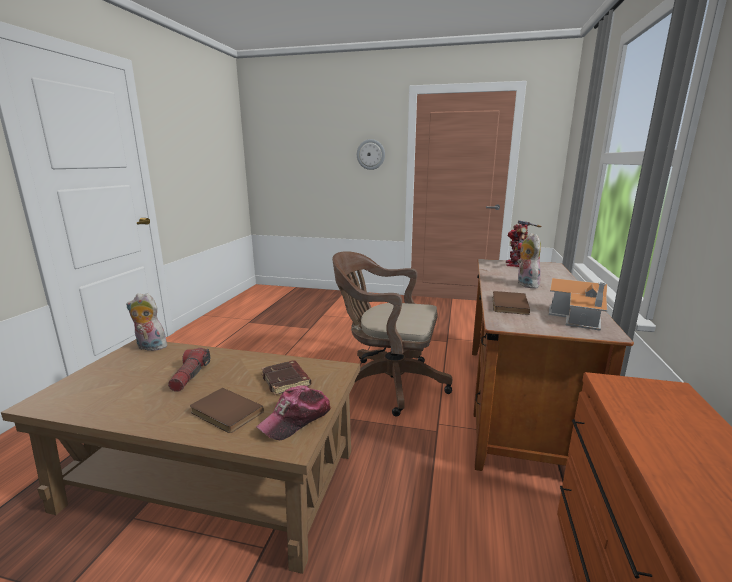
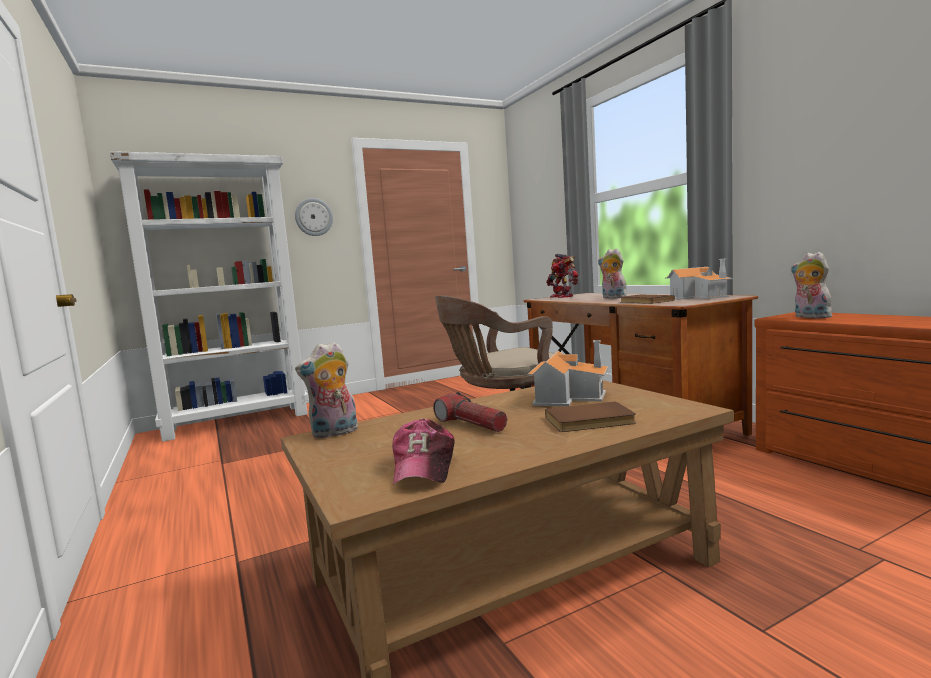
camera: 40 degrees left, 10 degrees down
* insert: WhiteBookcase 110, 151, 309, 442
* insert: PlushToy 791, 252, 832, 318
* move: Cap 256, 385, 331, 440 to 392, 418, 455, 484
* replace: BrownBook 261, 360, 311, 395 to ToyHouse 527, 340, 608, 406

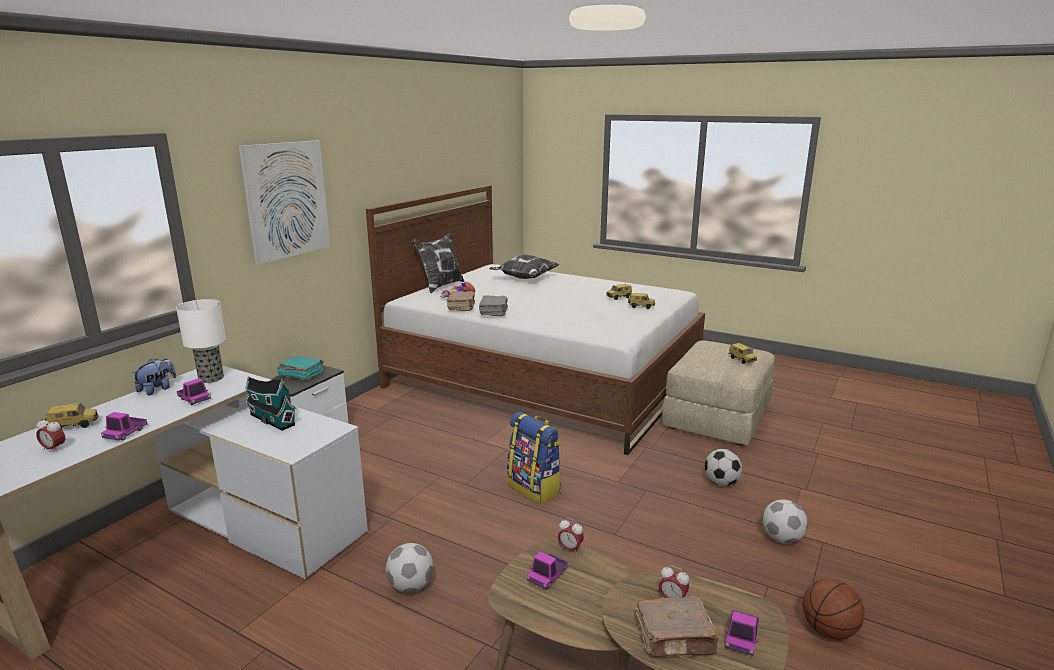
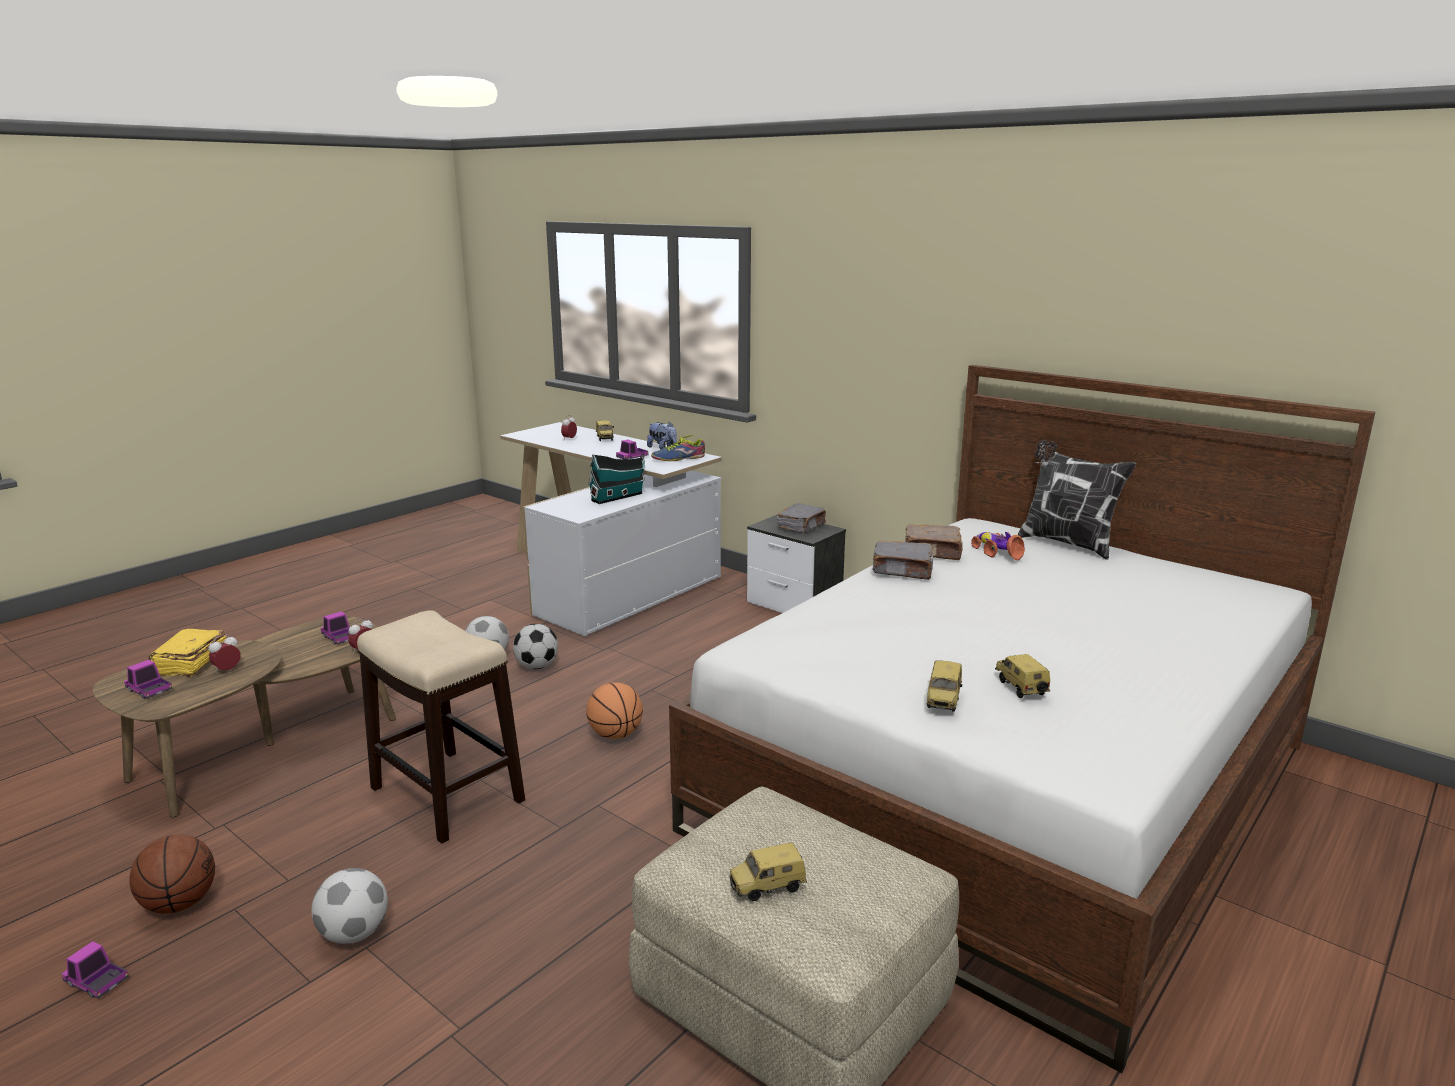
camera: 100 degrees right, 0 degrees up
* delete: Picture 239, 140, 331, 265
* delete: Pillow 489, 254, 559, 279
* insert: Stool 357, 610, 525, 844
* move: ToyTruck 101, 412, 147, 440 to 61, 941, 129, 999
* move: Football 705, 449, 742, 486 to 513, 624, 558, 669
* replace: TableLamp 176, 299, 226, 383 to Shoe 651, 435, 705, 461
* replace: Backpack 507, 412, 561, 504 to Basketball 586, 682, 643, 739
* recolor: TurquoiseBook 277, 356, 324, 380 to GreyBook 777, 503, 826, 533
* recolor: BrownBook 636, 596, 719, 656 to YellowBook 149, 629, 226, 677

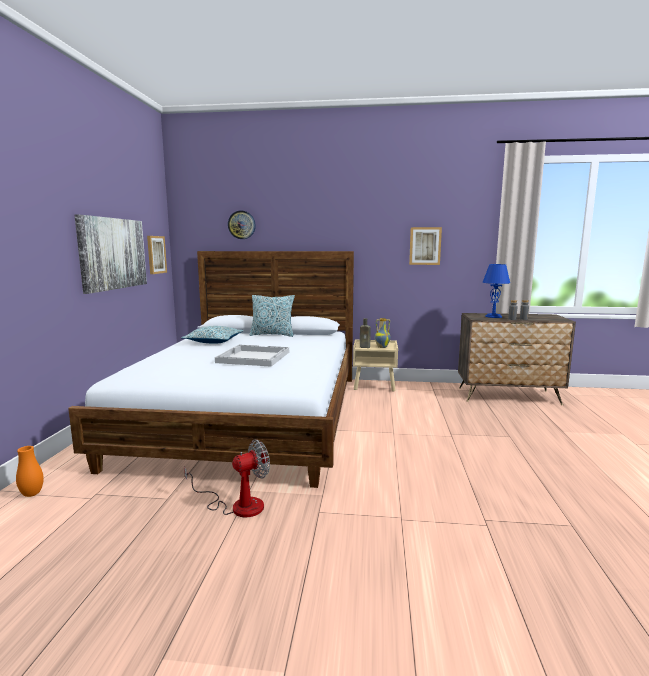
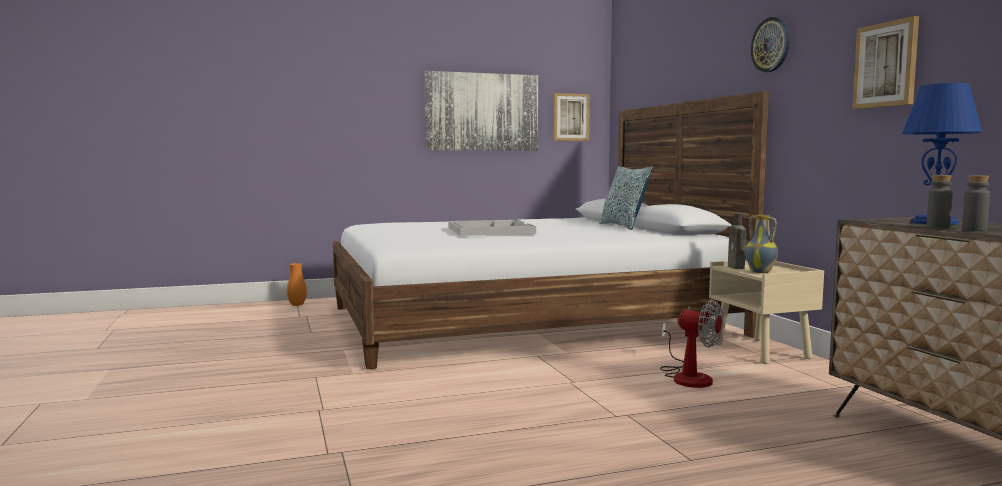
camera: 65 degrees right, 5 degrees down
* delete: Pillow 182, 326, 244, 344
* move: Fan 184, 439, 270, 517 to 660, 299, 723, 388
* move: WallClock 228, 210, 256, 239 to 751, 17, 790, 72

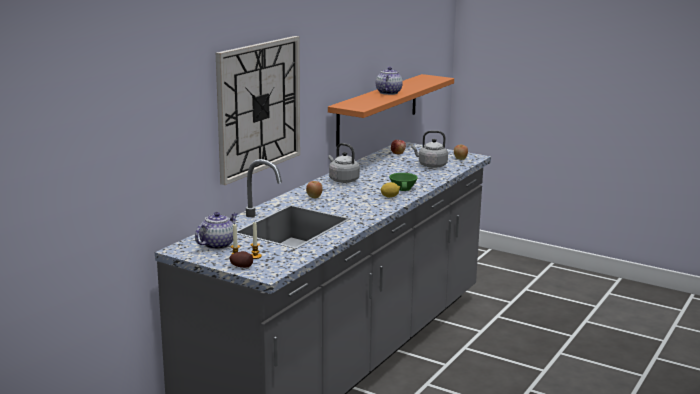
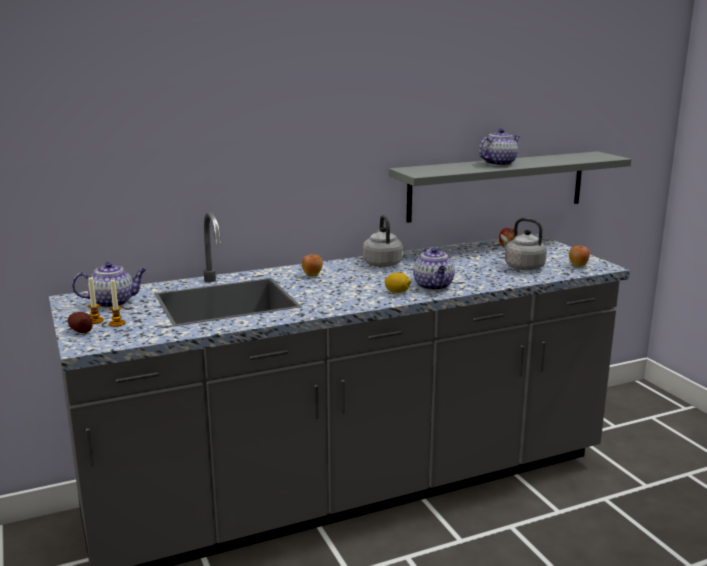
camera: 35 degrees right, 0 degrees up
* delete: WallClock 216, 36, 300, 185
* replace: GreenCup 389, 173, 418, 191 to Teapot 413, 247, 455, 290
* recolor: OrangeShelf 328, 74, 454, 146 to GreyShelf 389, 151, 632, 223

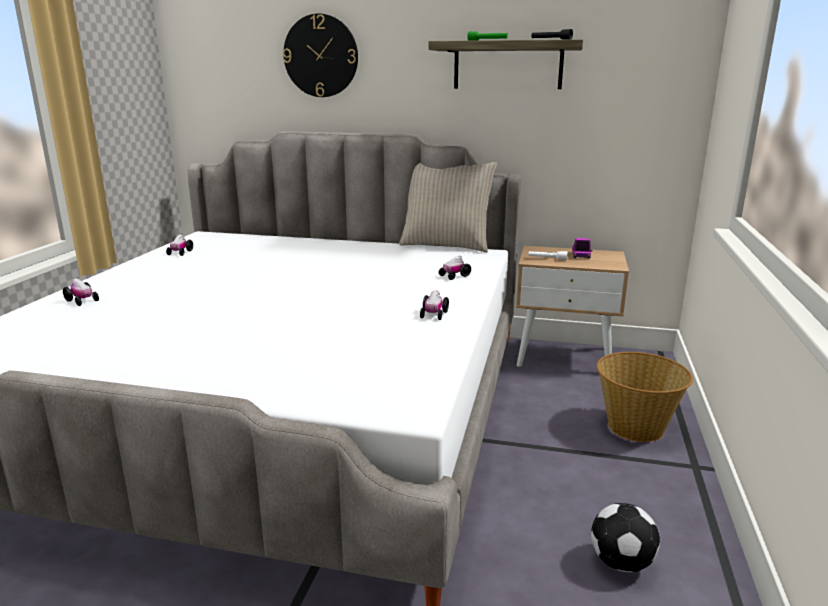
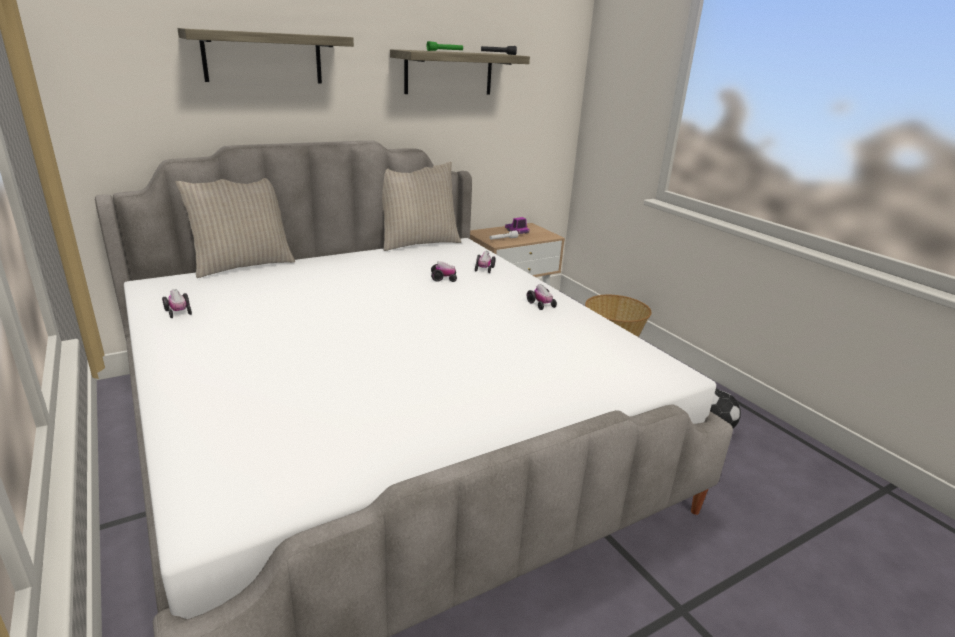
camera: 45 degrees left, 5 degrees up
* insert: BeigePillow 176, 178, 295, 278
* move: ToyCar 63, 278, 99, 306 to 431, 261, 457, 282
* replace: WallClock 283, 14, 358, 97 to Shelf 177, 28, 354, 83

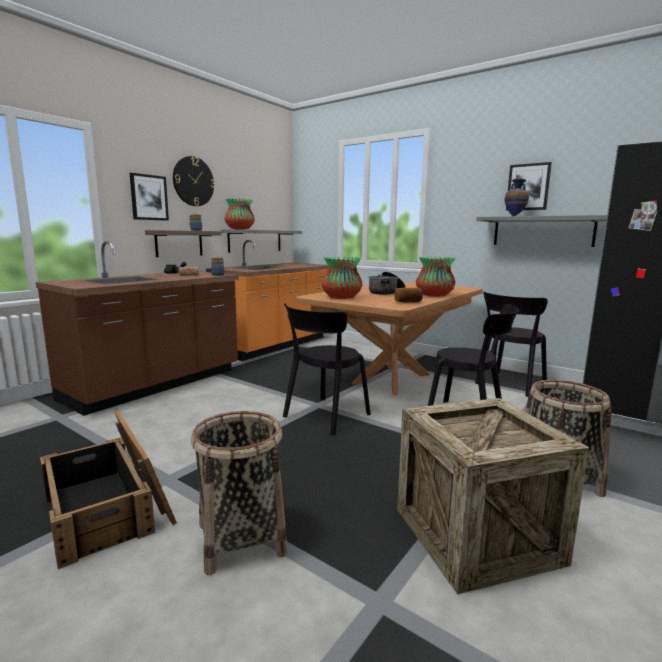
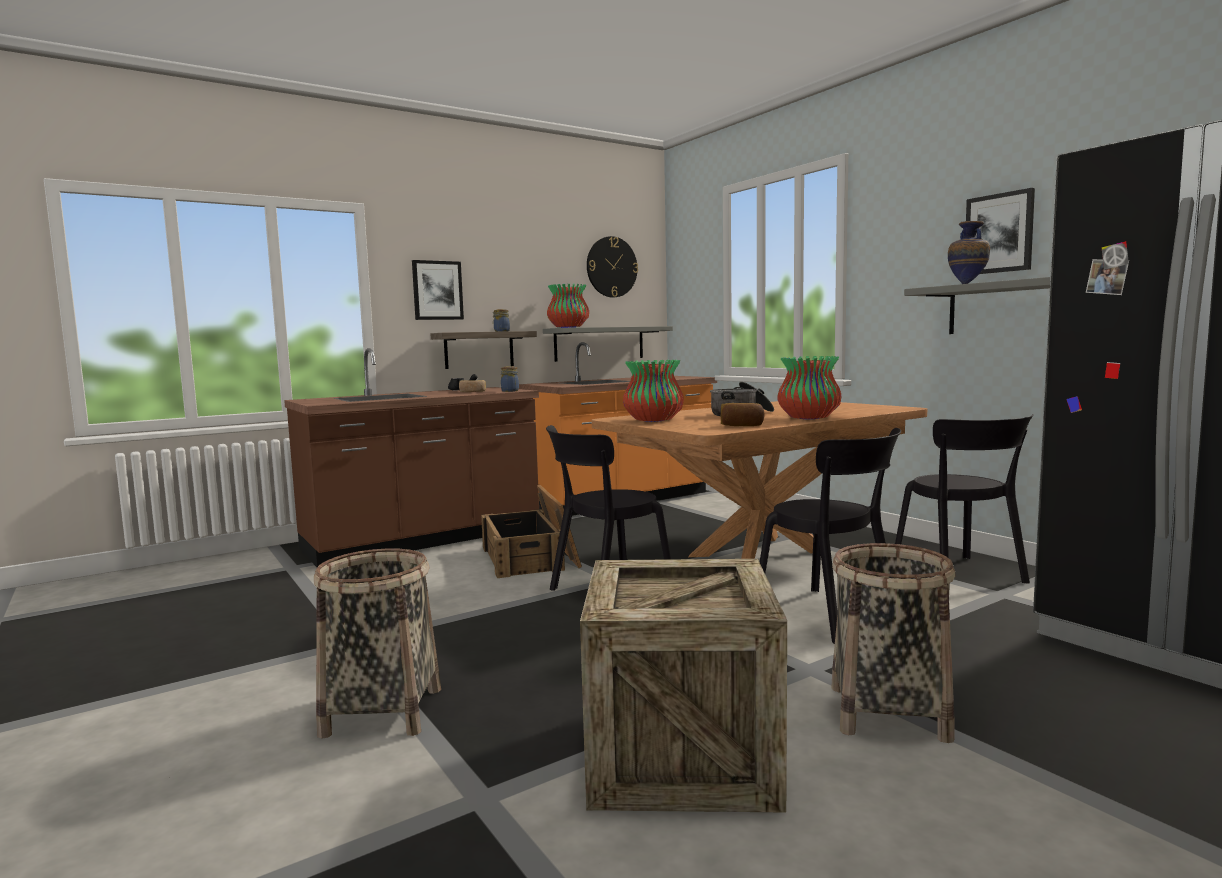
camera: 20 degrees right, 5 degrees down
* move: Crate 40, 410, 177, 569 to 481, 484, 582, 578
* move: WallClock 173, 156, 215, 206 to 587, 236, 638, 297
* rotate: BlackChair 475, 292, 548, 397 = 895, 414, 1034, 584 75 degrees counterclockwise

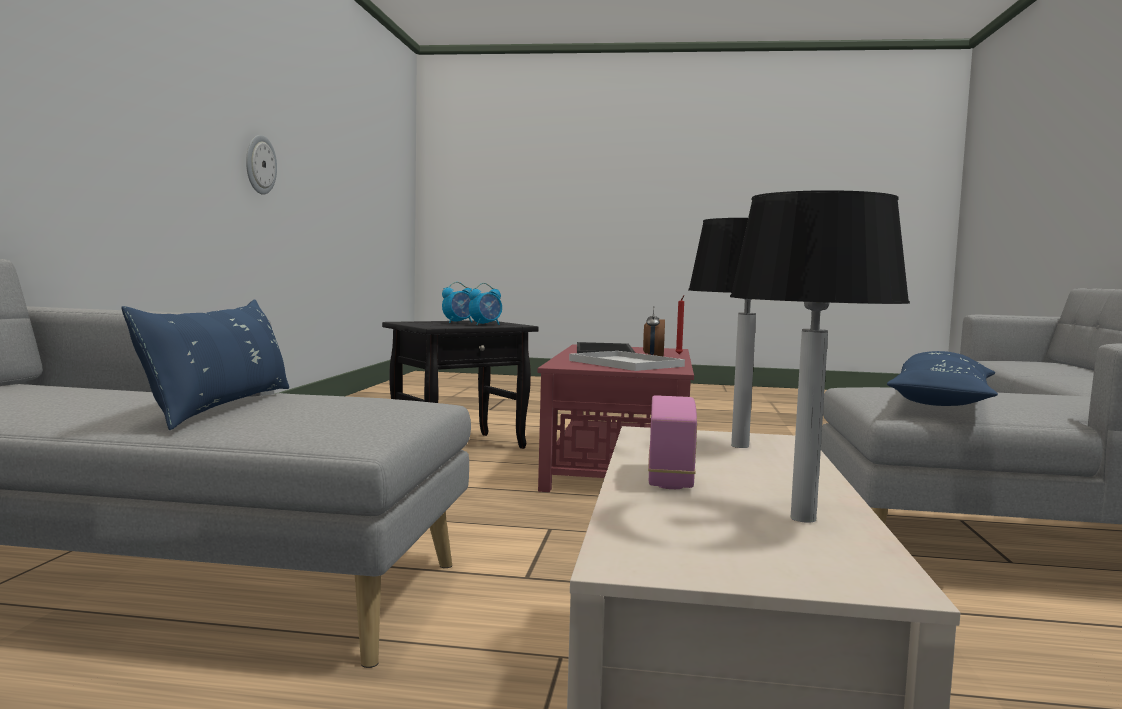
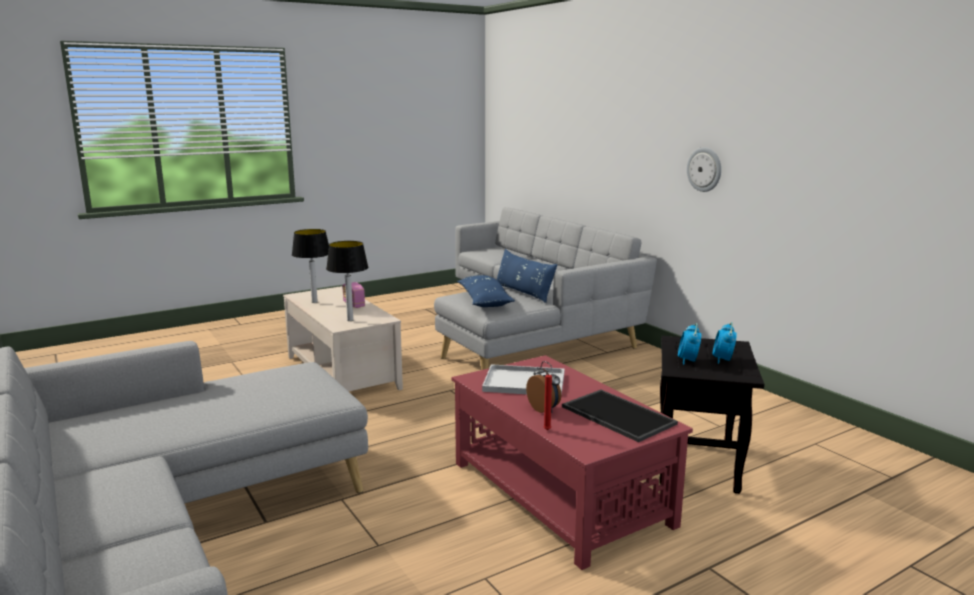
camera: 140 degrees right, 10 degrees up
* move: WallClock 246, 135, 277, 195 to 687, 147, 721, 192
* move: BluePillow 887, 351, 998, 406 to 457, 275, 515, 307

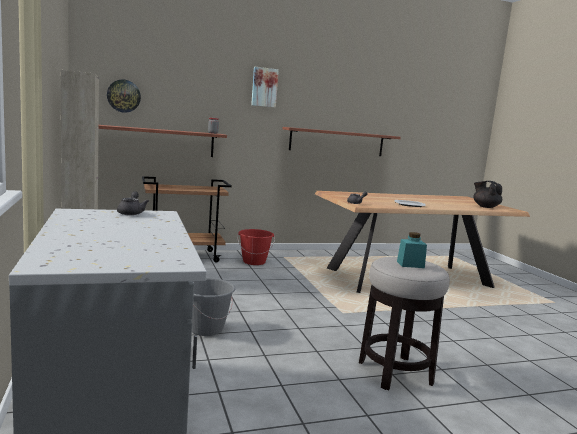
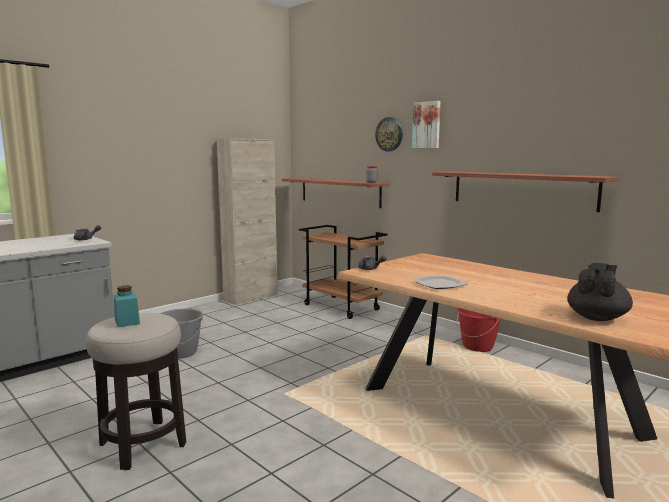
camera: 65 degrees right, 0 degrees up
* move: WallClock 107, 79, 141, 113 to 375, 117, 403, 151
* move: RedBucket 238, 229, 275, 265 to 457, 308, 501, 352

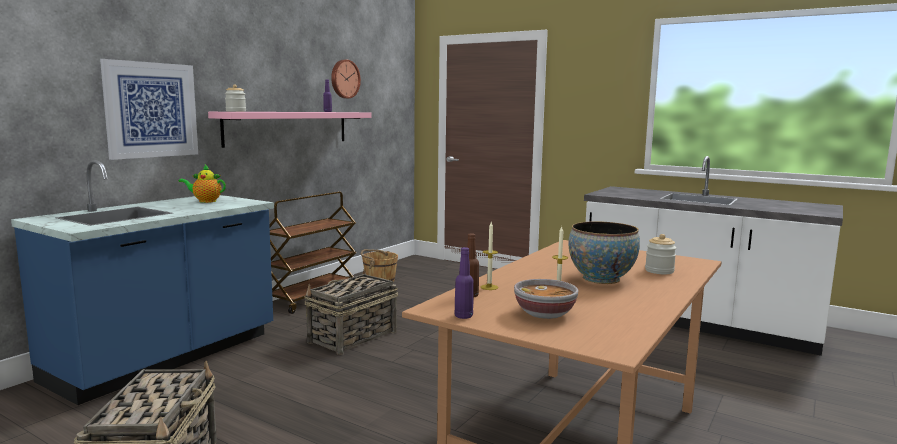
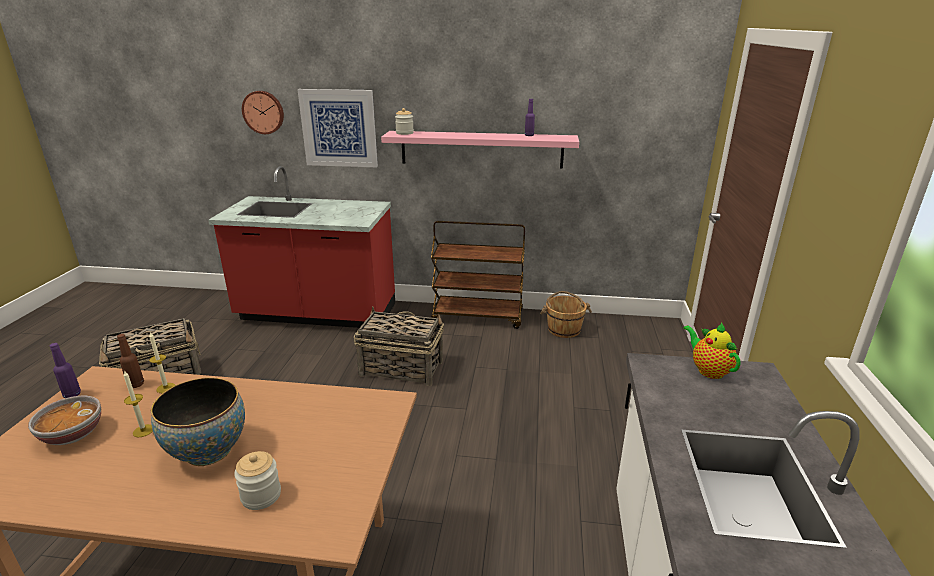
camera: 65 degrees right, 15 degrees up
* move: Teapot 178, 165, 226, 203 to 683, 323, 741, 379
* move: WallClock 331, 60, 361, 98 to 242, 91, 284, 134
* recolor: BlueCounter 11, 160, 274, 405 to RedCounter 208, 166, 395, 328

